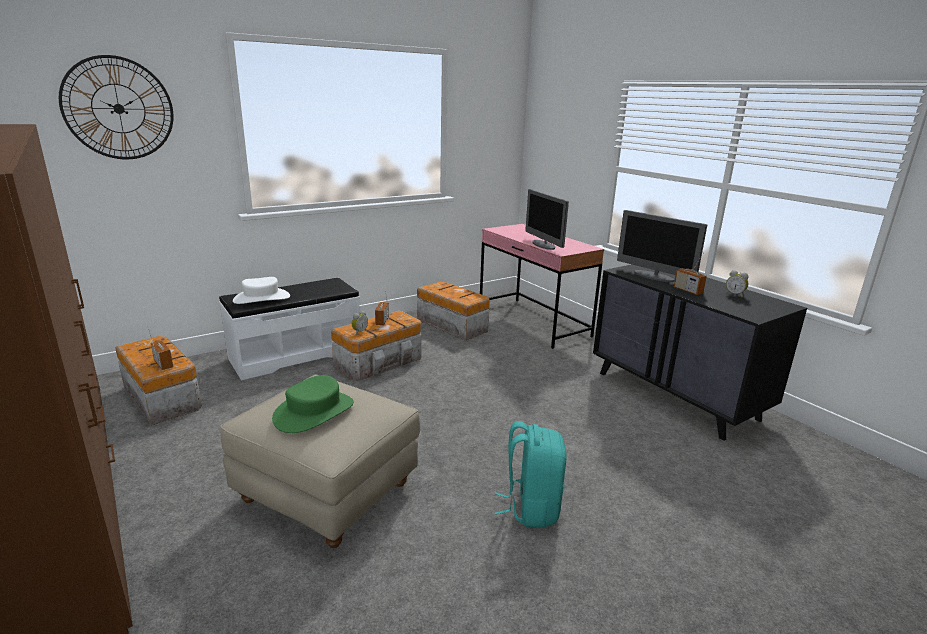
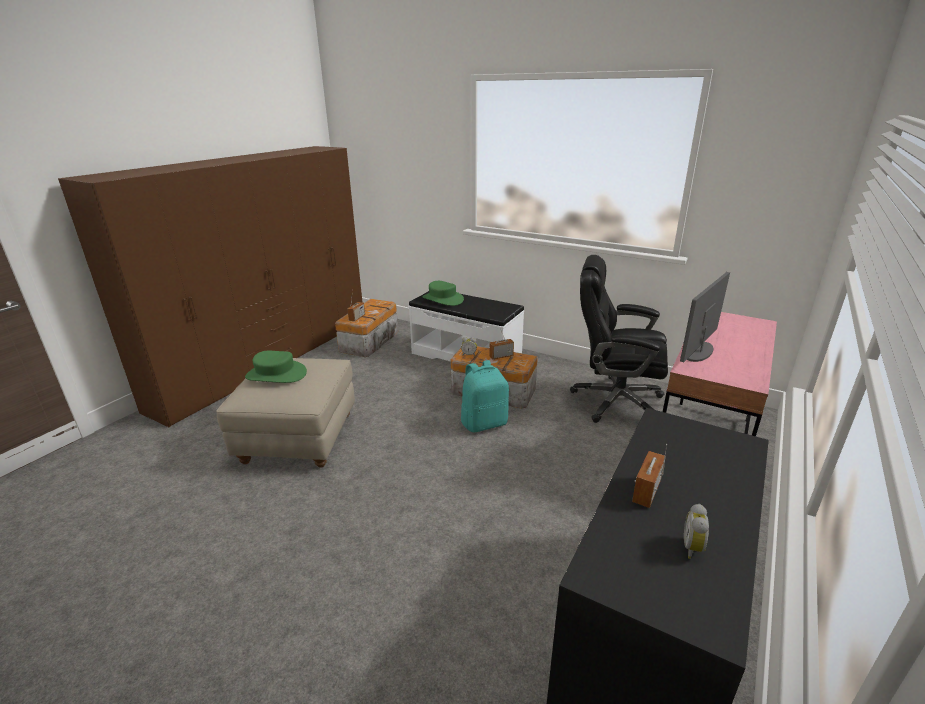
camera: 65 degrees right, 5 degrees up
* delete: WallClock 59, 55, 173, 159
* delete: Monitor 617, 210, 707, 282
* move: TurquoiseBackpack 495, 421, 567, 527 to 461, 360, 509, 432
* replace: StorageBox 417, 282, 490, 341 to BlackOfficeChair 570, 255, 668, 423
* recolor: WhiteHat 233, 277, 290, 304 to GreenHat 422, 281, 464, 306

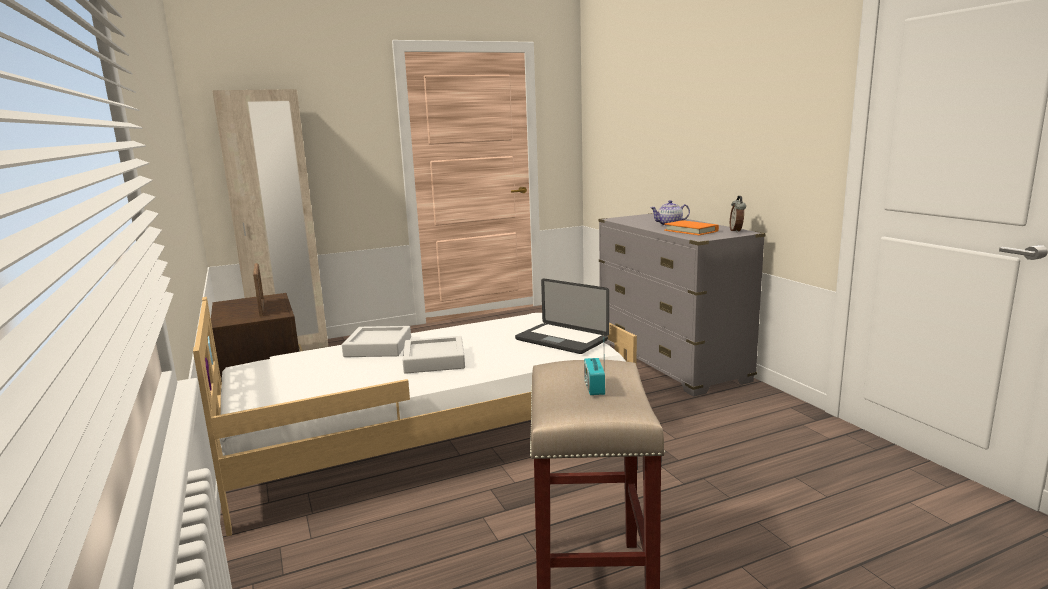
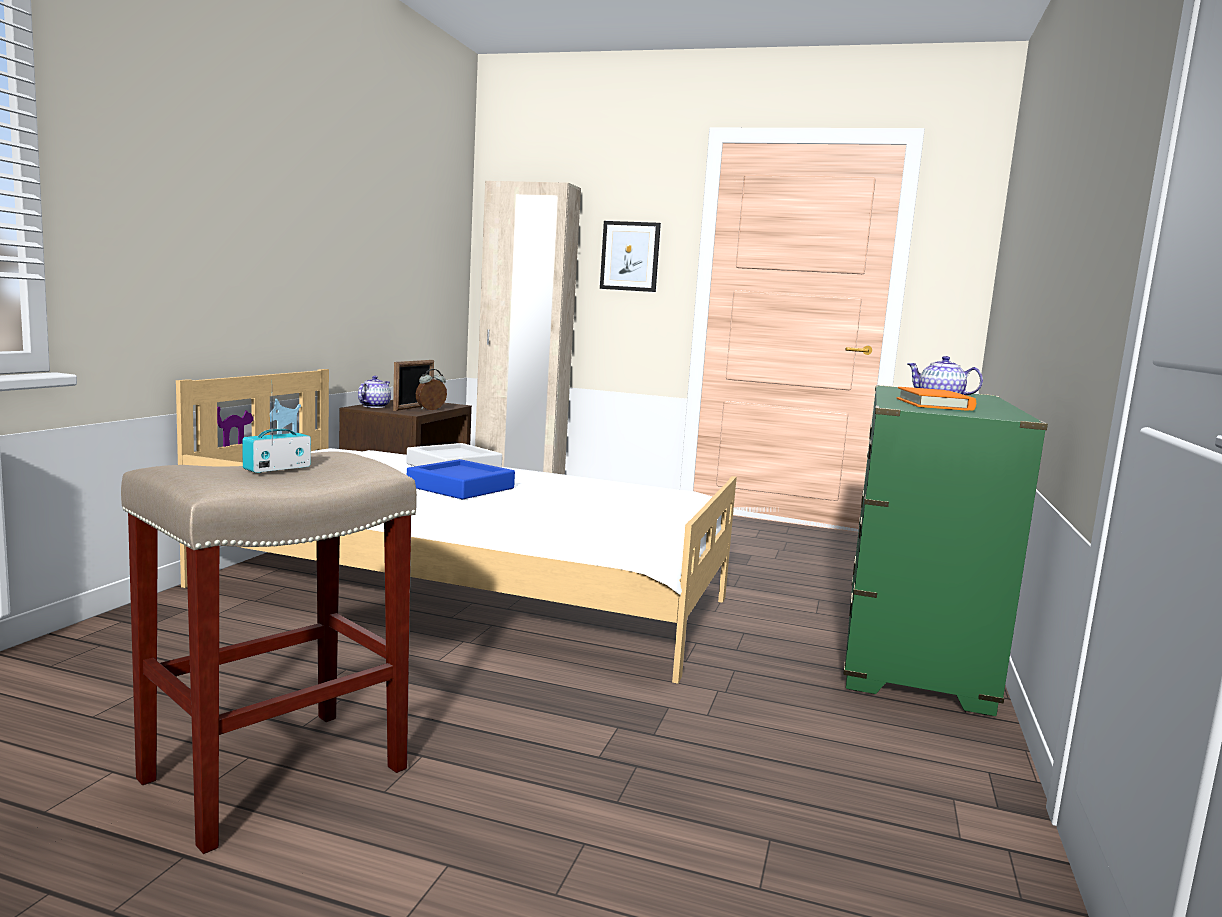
camera: 40 degrees right, 5 degrees down
* delete: Laptop 515, 278, 609, 354
* insert: Teapot 358, 376, 391, 408
* insert: Picture 600, 221, 661, 292
* move: AlarmClock 730, 196, 746, 233 to 416, 369, 447, 410
* recolor: GreyTray 403, 336, 465, 374 to BlueTray 407, 459, 515, 499
* recolor: GreyDresser 599, 213, 766, 397 to GreenDresser 843, 385, 1048, 716

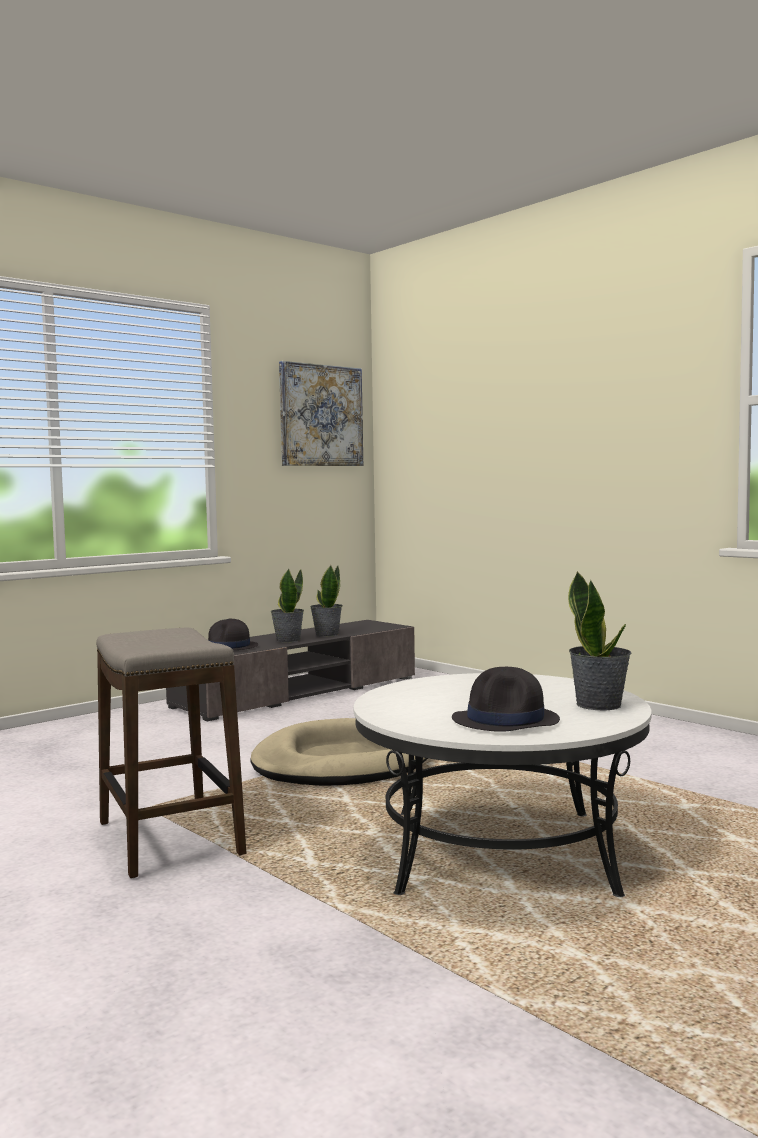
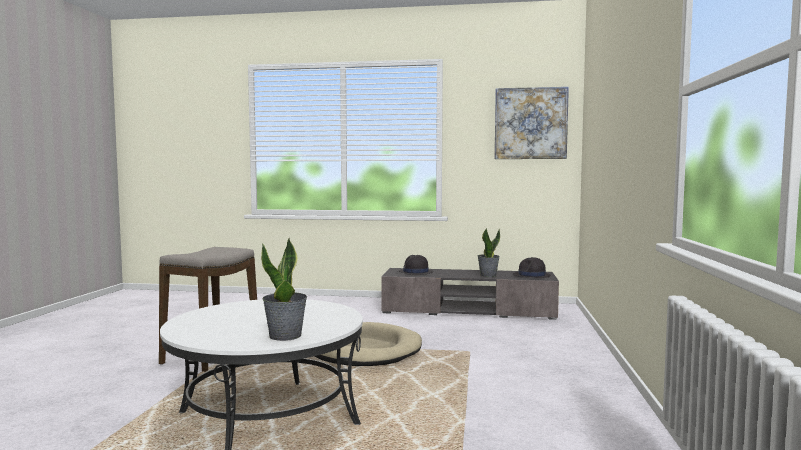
camera: 50 degrees right, 0 degrees up
* delete: PottedPlant 271, 568, 304, 643
* move: BlackHat 452, 667, 560, 732 to 513, 257, 551, 278

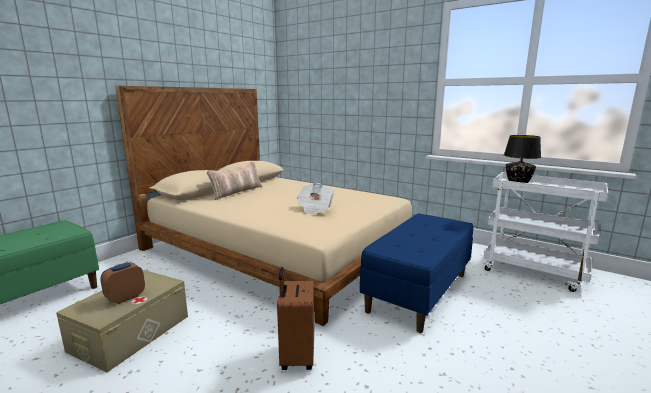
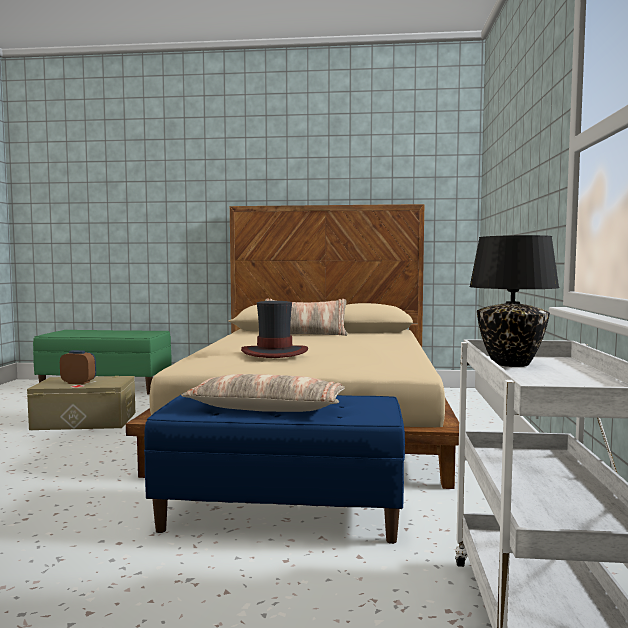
camera: 60 degrees right, 10 degrees down
* delete: BrownSuitcase 277, 267, 314, 370
* insert: Pillow 181, 374, 345, 412
* replace: Newspaper 297, 183, 334, 215 to Hat 241, 301, 308, 358

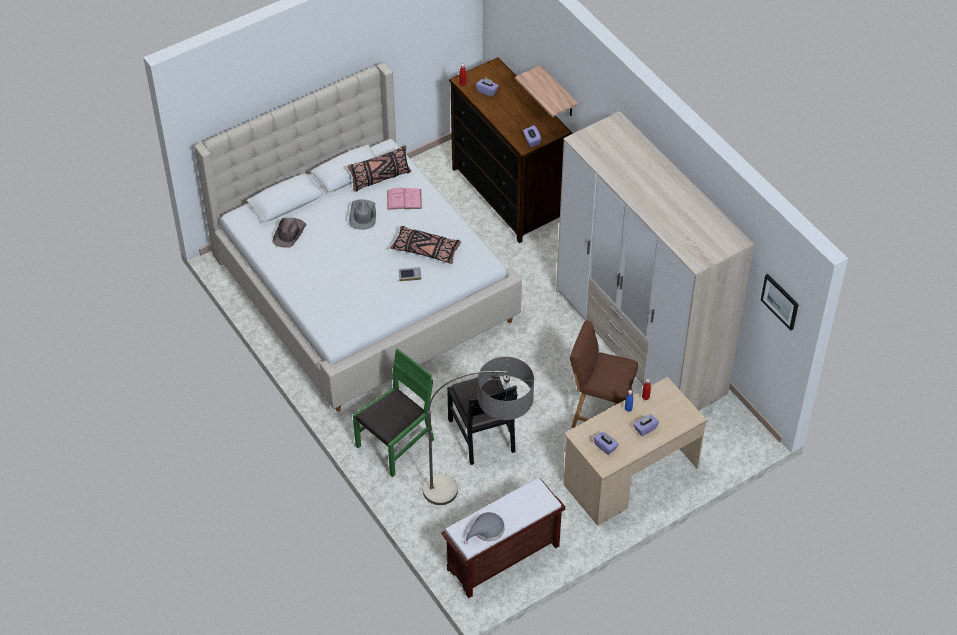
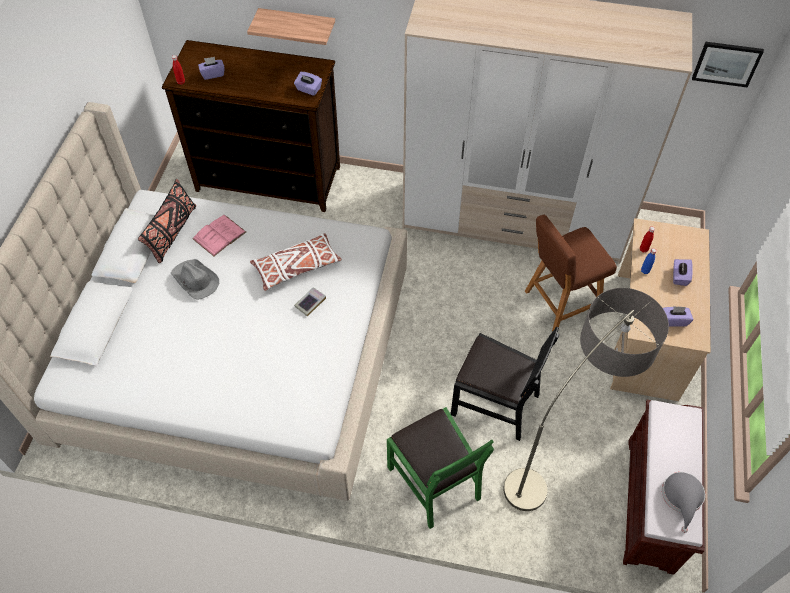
camera: 45 degrees left, 5 degrees up
* delete: BrownHat 272, 218, 307, 248
* recolor: BlackPillow 390, 226, 461, 264 to WhitePillow 250, 233, 342, 291
* rotate: GreenChair 353, 349, 434, 477 = 387, 407, 494, 529 150 degrees clockwise

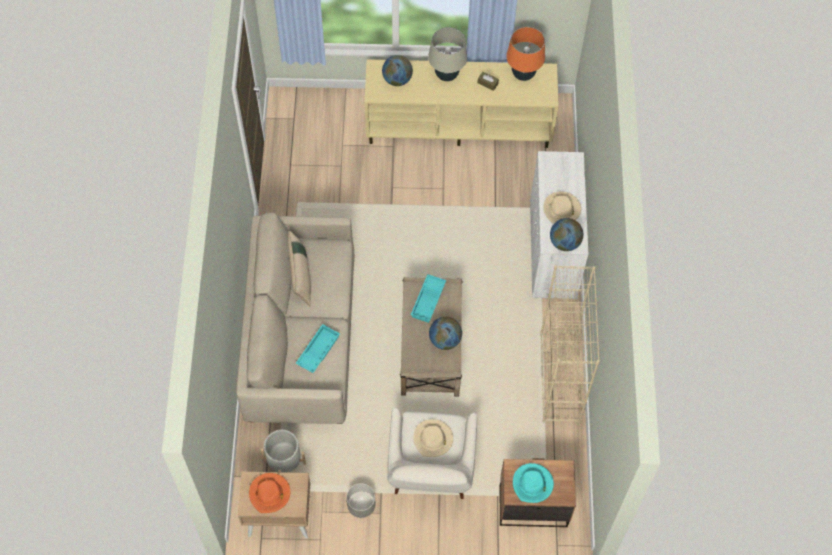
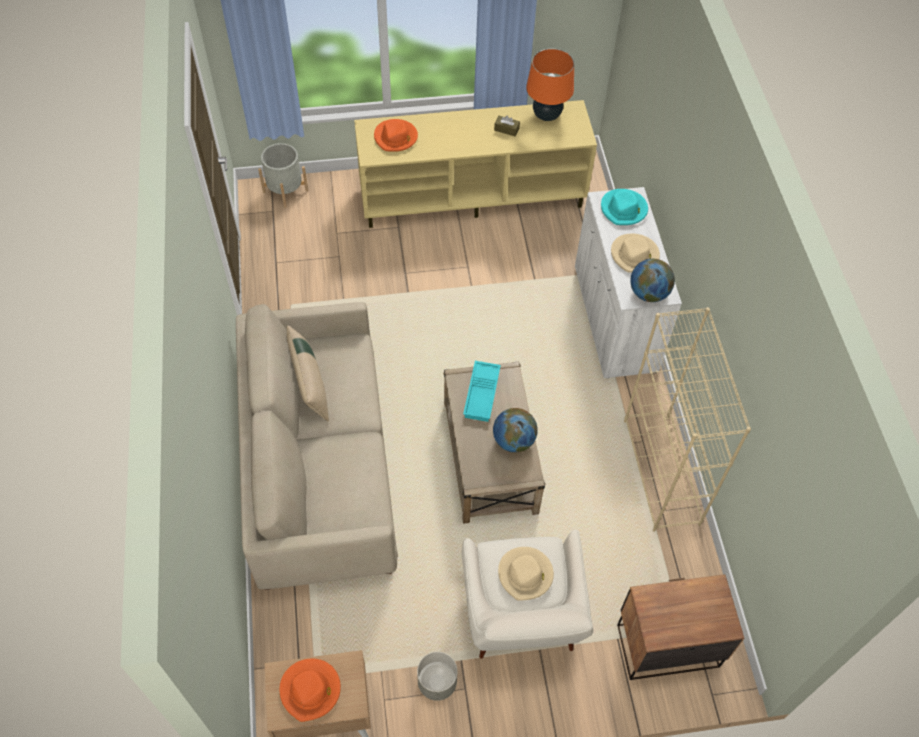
camera: 10 degrees left, 5 degrees down
* delete: TurquoiseTray 295, 324, 340, 373
* delete: BeigeTableLamp 428, 27, 467, 81
* move: GreyPlanter 261, 430, 306, 473 to 258, 143, 308, 208
* move: TurquoiseHat 513, 463, 554, 503 to 601, 189, 648, 225
* replace: Globe 382, 55, 413, 86 to OrangeHat 374, 119, 418, 152

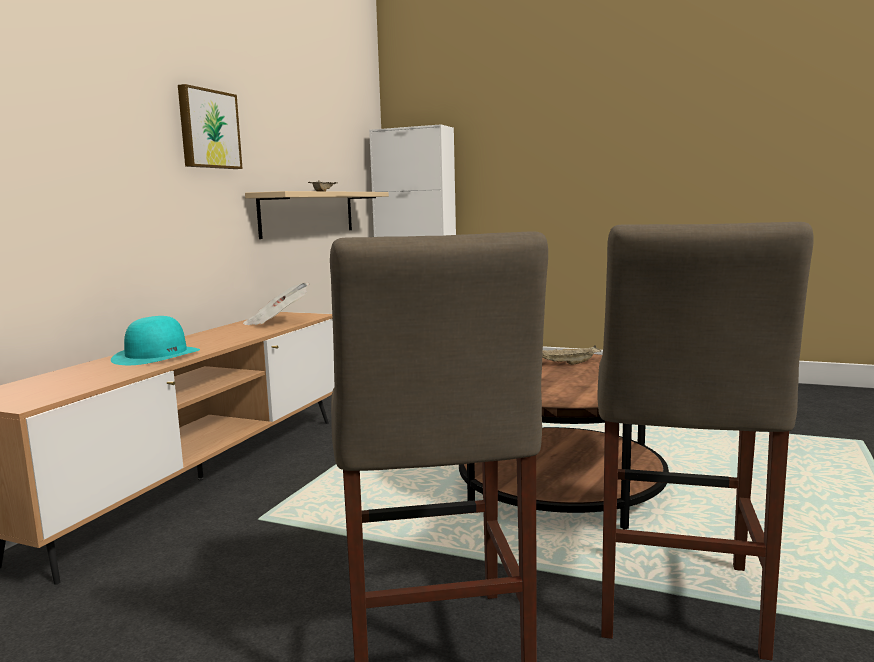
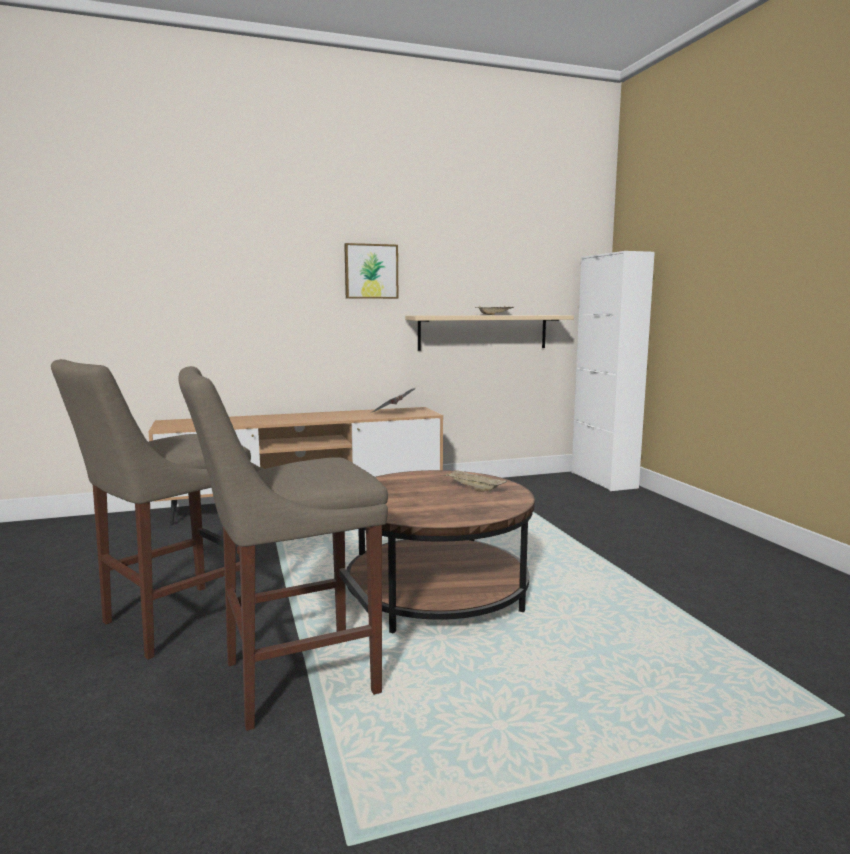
camera: 50 degrees right, 0 degrees up
* delete: TurquoiseHat 111, 316, 200, 365

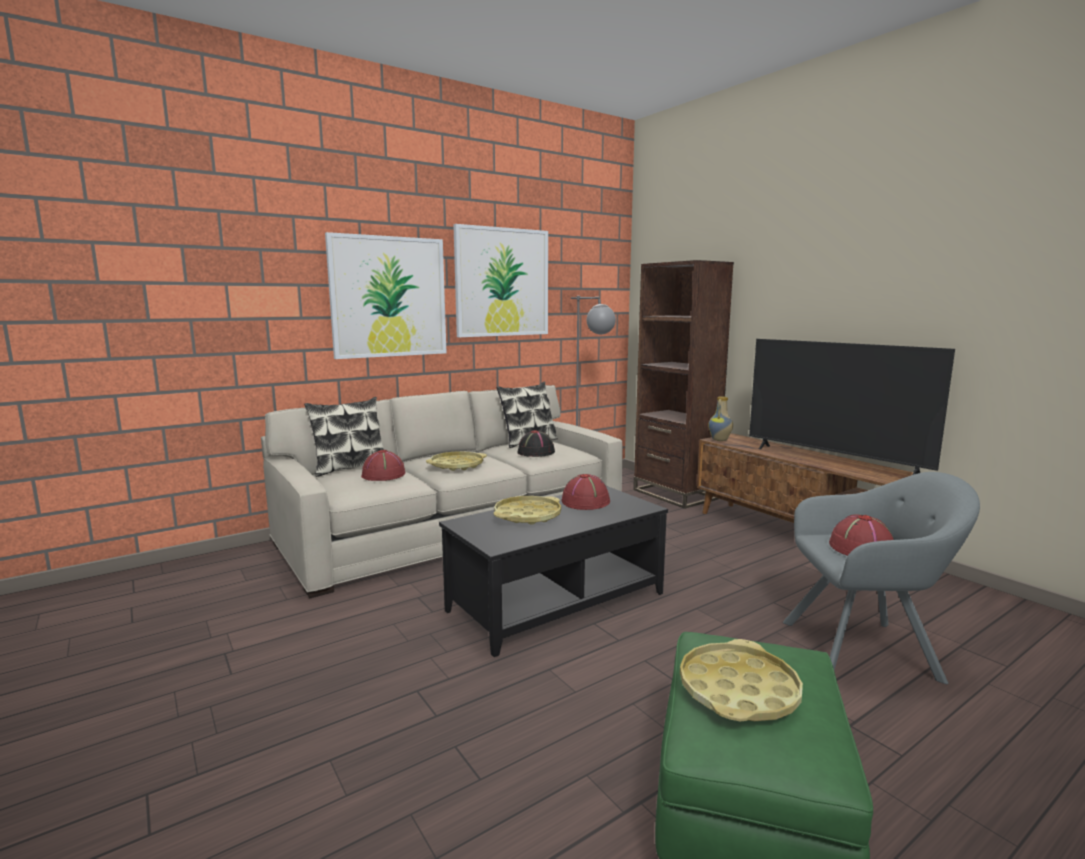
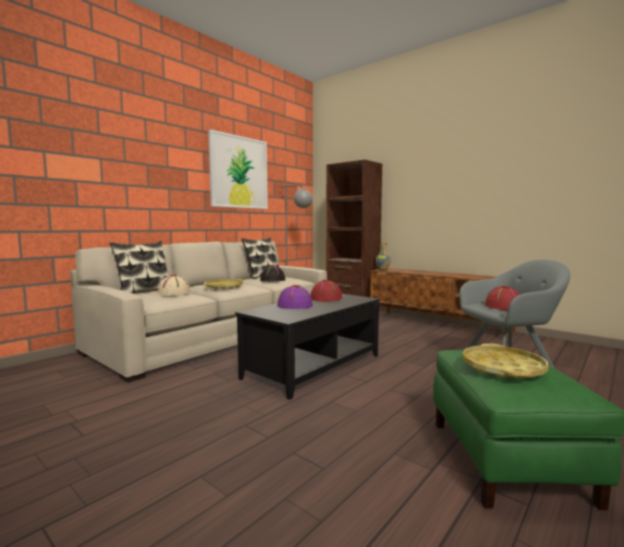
camera: 15 degrees left, 5 degrees down
* delete: Picture 325, 232, 447, 359
* delete: Television 749, 339, 955, 475
* replace: YellowTray 494, 496, 561, 525 to PurpleHat 277, 285, 313, 309
* recolor: RedHat 361, 450, 405, 481 to BeigeHat 157, 275, 190, 296

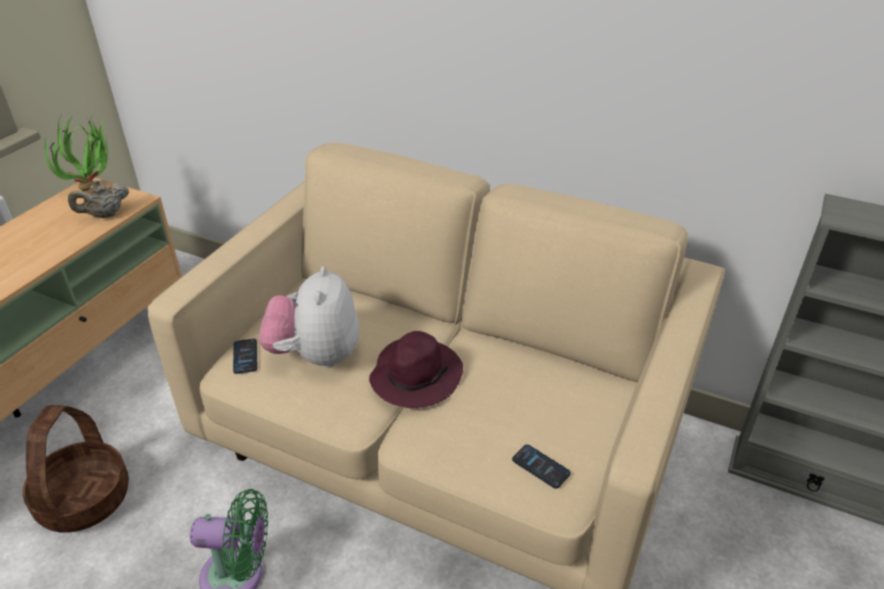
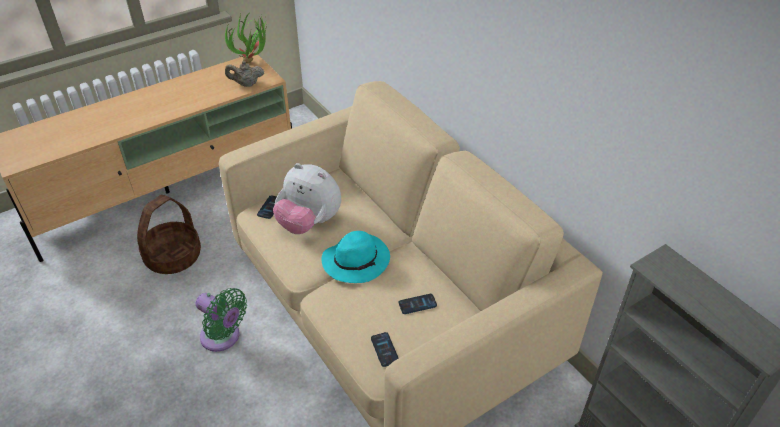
camera: 30 degrees right, 5 degrees up
* insert: Phone 399, 294, 437, 314
* recolor: PurpleHat 369, 331, 463, 408 to TurquoiseHat 321, 231, 390, 283
* rotate: PlushToy 259, 266, 359, 368 = 273, 163, 341, 234 90 degrees counterclockwise

